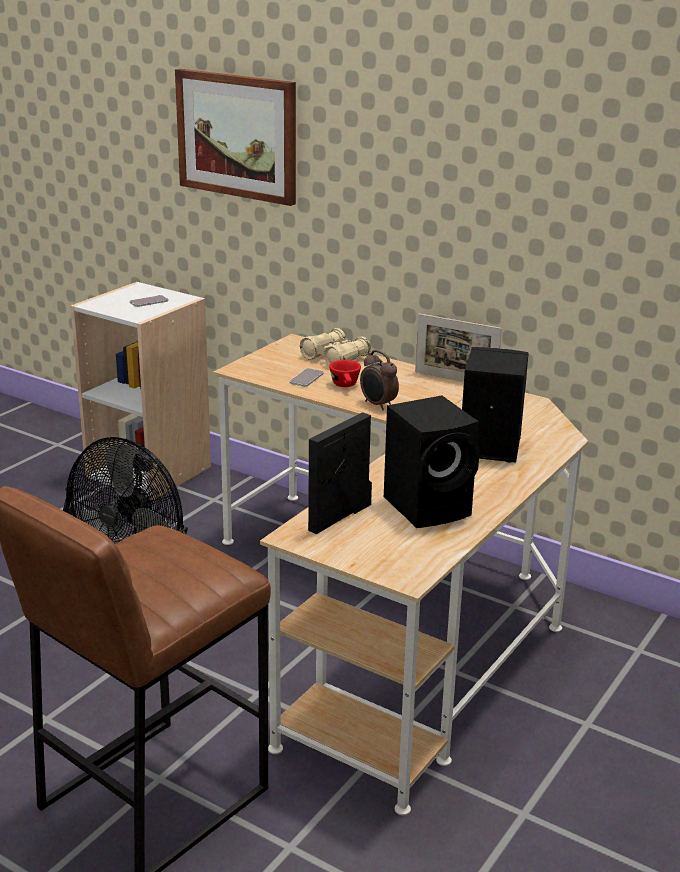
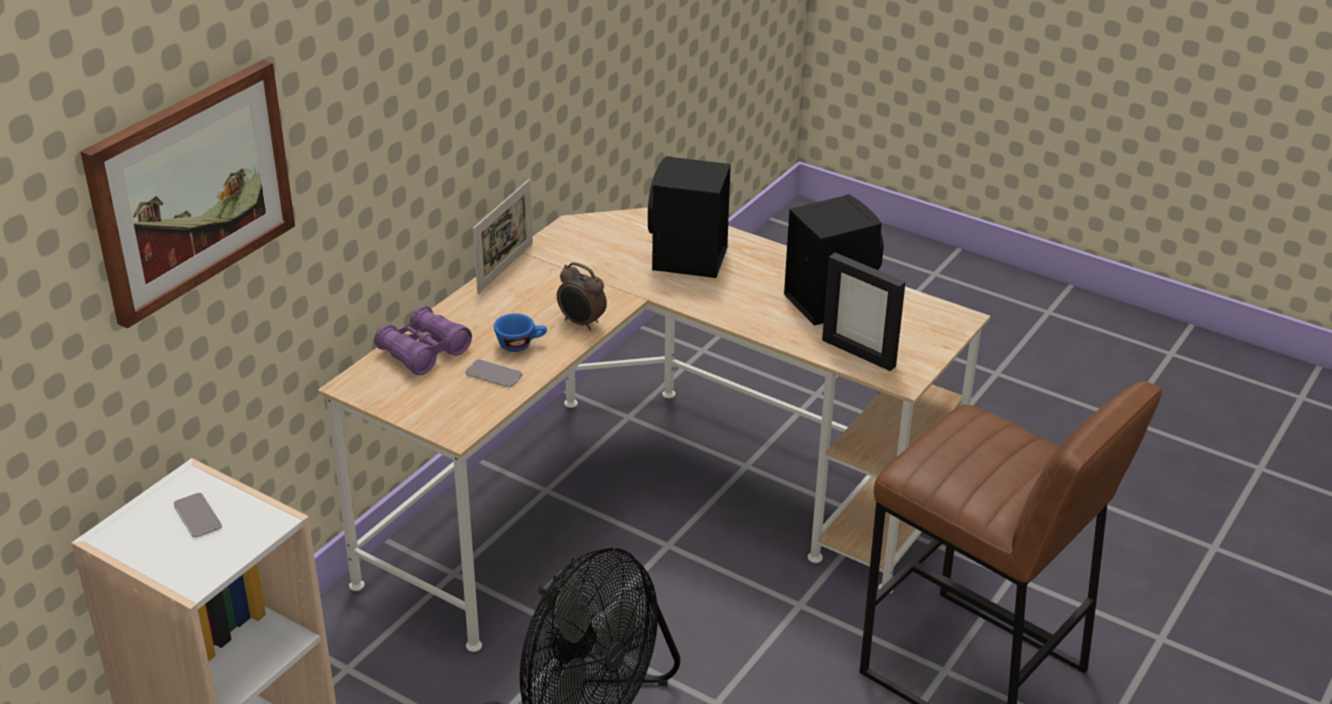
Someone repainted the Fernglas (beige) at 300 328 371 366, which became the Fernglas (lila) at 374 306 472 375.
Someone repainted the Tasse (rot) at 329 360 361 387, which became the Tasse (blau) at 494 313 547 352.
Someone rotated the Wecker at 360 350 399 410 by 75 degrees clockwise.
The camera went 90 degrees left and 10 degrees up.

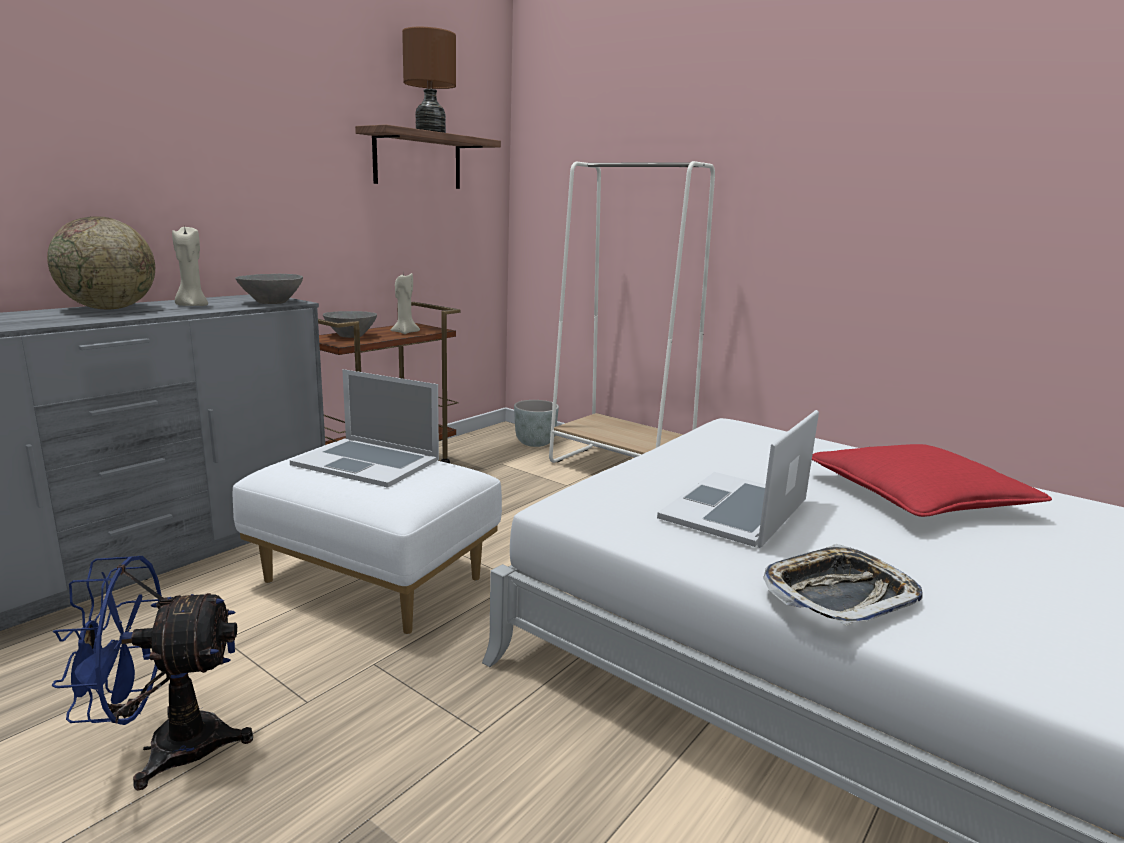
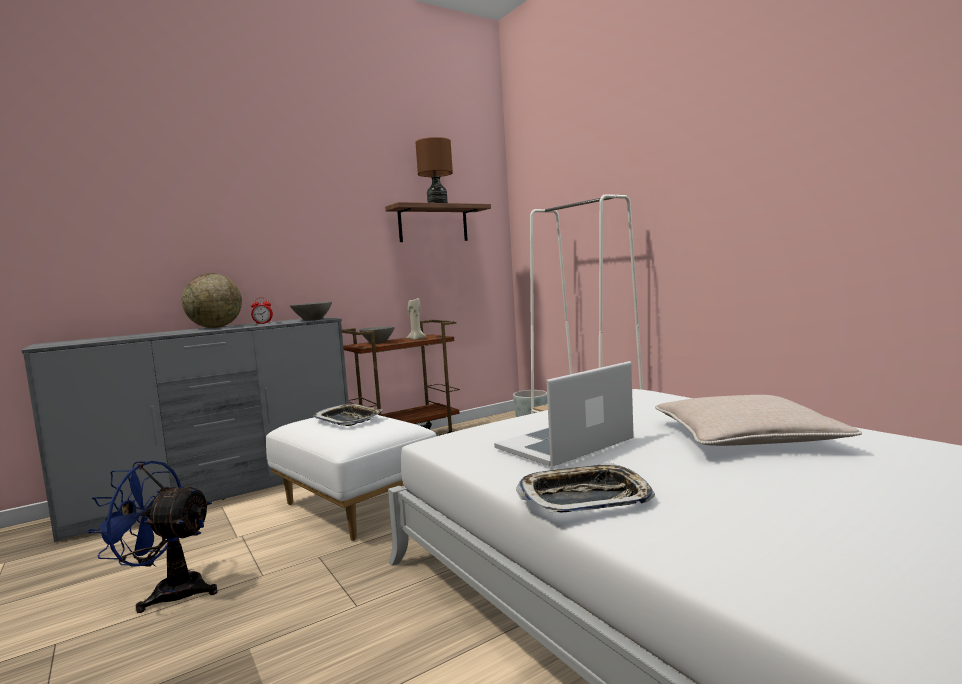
Someone swapped the Kerze (beige) at 172 225 208 306 for the Wecker at 251 297 273 324.
Someone swapped the Laptop at 290 369 439 488 for the Tablett at 313 404 383 426.
Someone repainted the Kissen (rot) at 812 444 1052 517, which became the Kissen (beige) at 655 395 862 446.
The camera went 20 degrees right and 10 degrees down.

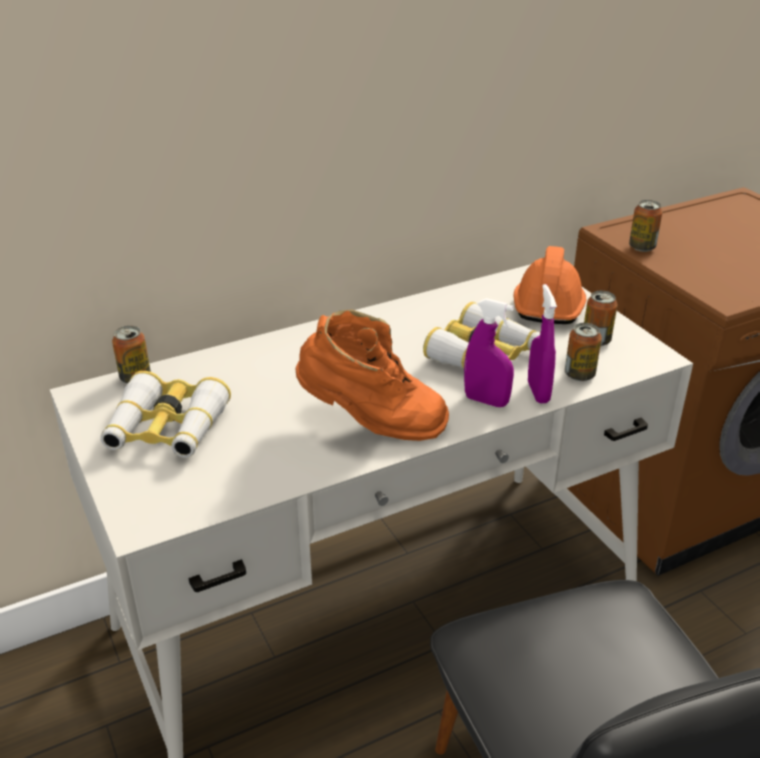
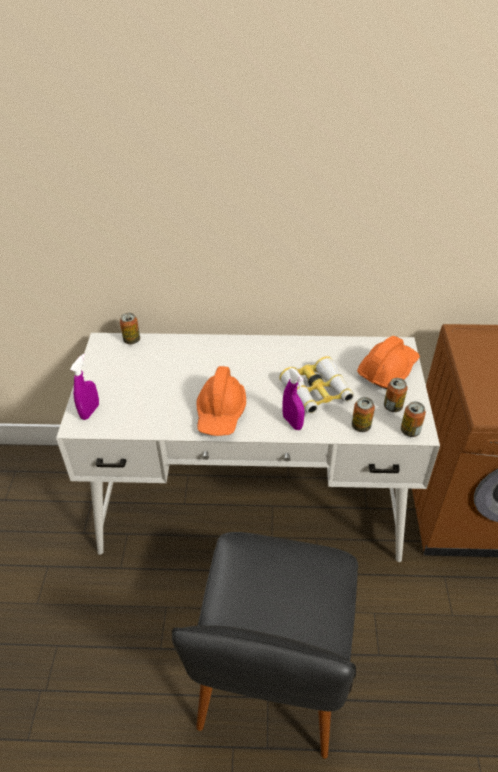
Someone took away the Fernglas at 101 371 231 458.
Someone carried the Sprühflasche (lila) from 528 284 557 403 to 70 354 99 420.
Someone carried the Dose from 629 200 663 252 to 401 401 426 437.
Someone swapped the Stiefel (orange) at 295 309 449 441 for the Schutzhelm (orange) at 196 366 246 436.
The camera went 30 degrees right and 10 degrees up.

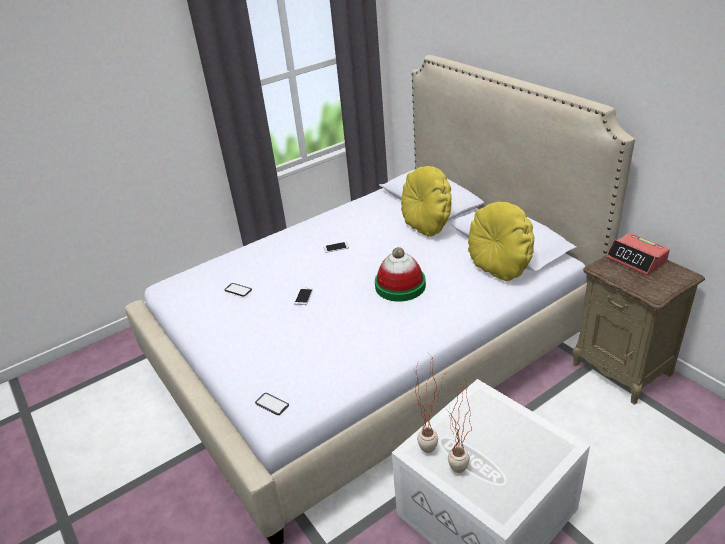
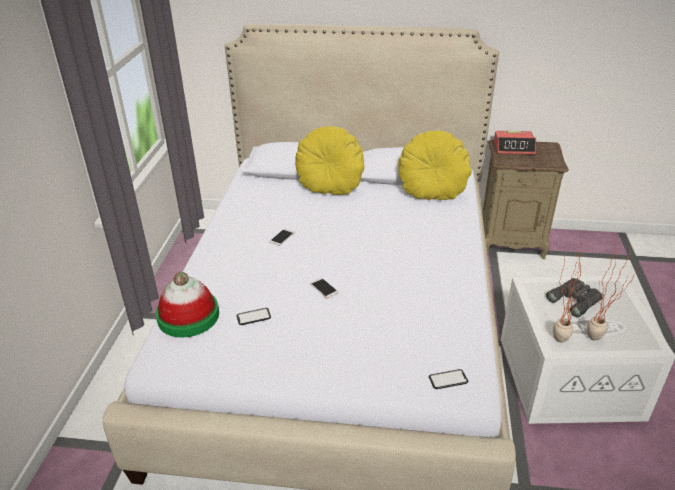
Someone put down the Fernglas (grau) at 546 278 603 317.
Someone carried the Hut from 375 247 426 302 to 156 272 219 337.
The camera went 50 degrees left and 0 degrees up.

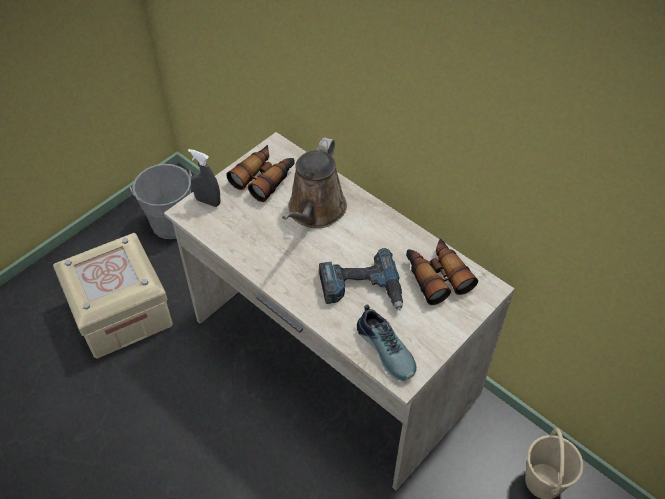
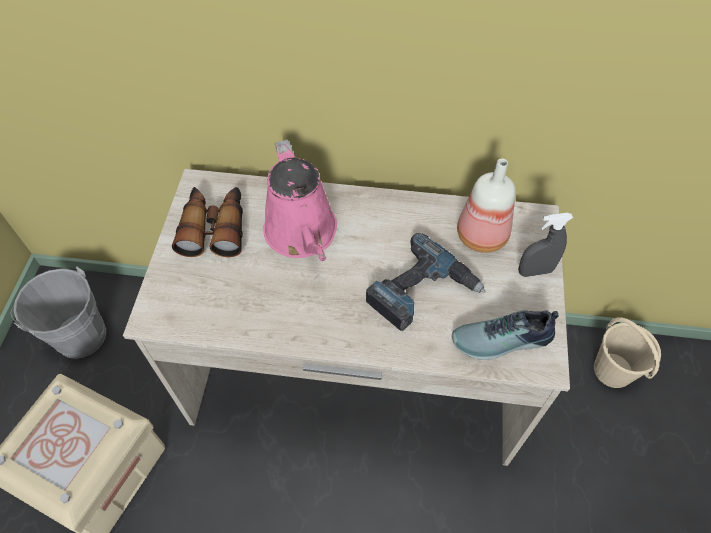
Someone carried the Sprühflasche (grau) from 188 149 221 207 to 518 213 573 277.
Someone swapped the Fernglas at 406 238 478 305 for the Flasche at 457 159 516 253.
Someone repainted the Gießkanne (braun) at 282 137 347 228, which became the Gießkanne (rosa) at 263 140 337 261.
Someone rotated the Schuh at 357 304 417 381 by 150 degrees clockwise.
The camera went 35 degrees left and 5 degrees up.

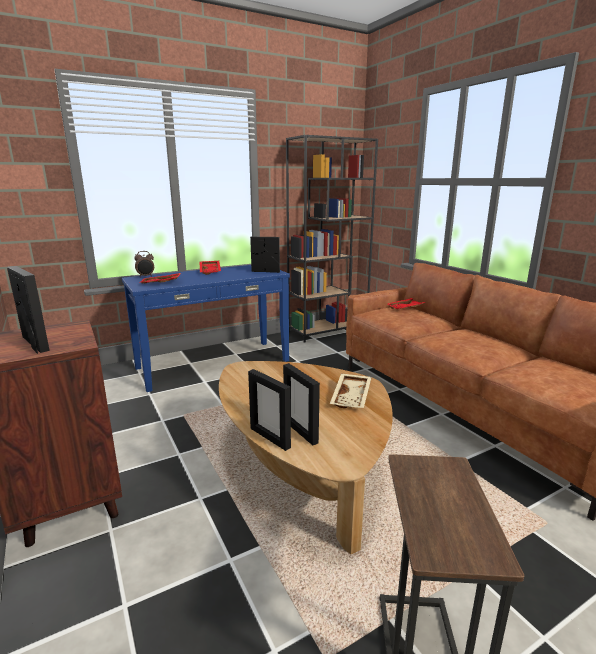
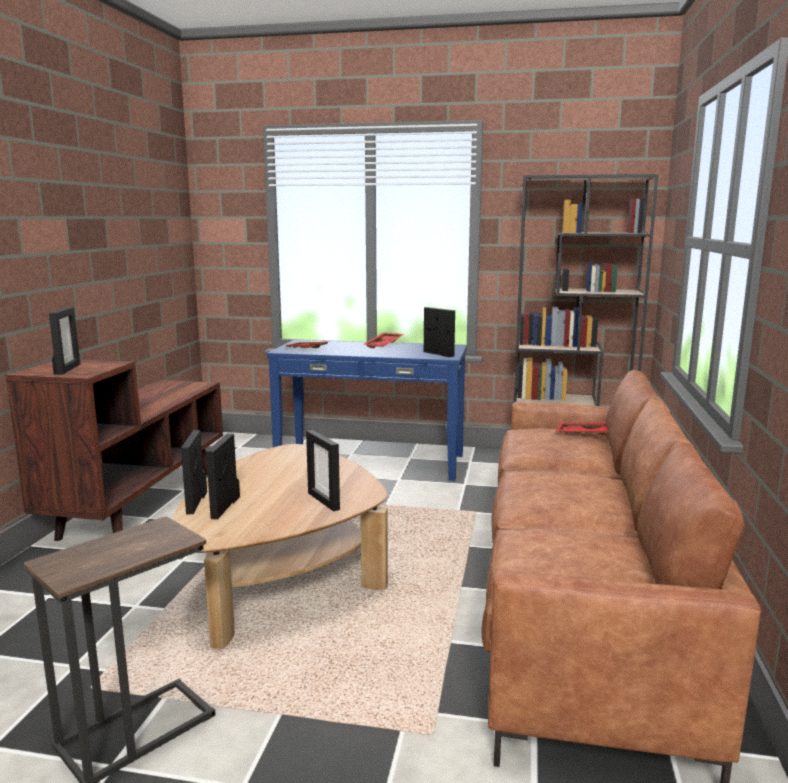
Someone took away the Wecker at 135 251 154 277.
Someone swapped the Tablett (beige) at 330 374 372 408 for the Bilderrahmen at 306 430 340 512.
The camera went 40 degrees right and 5 degrees down.

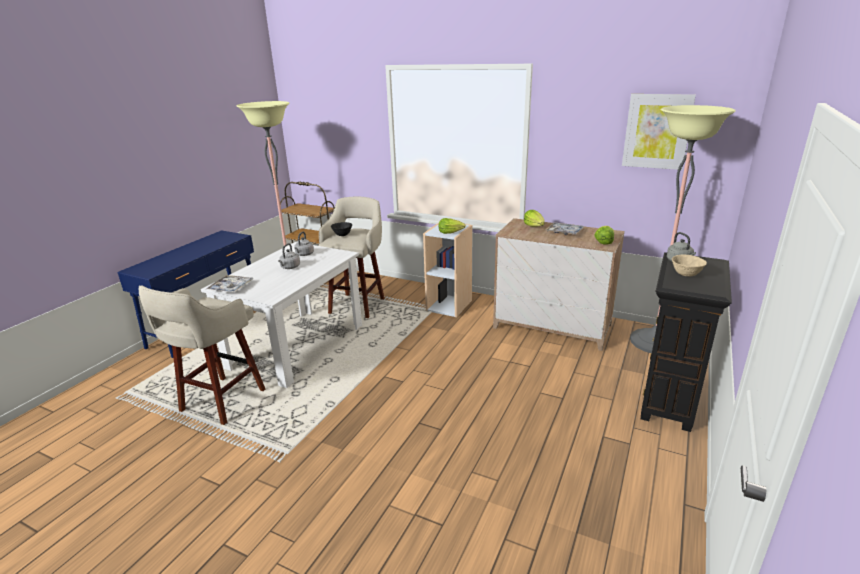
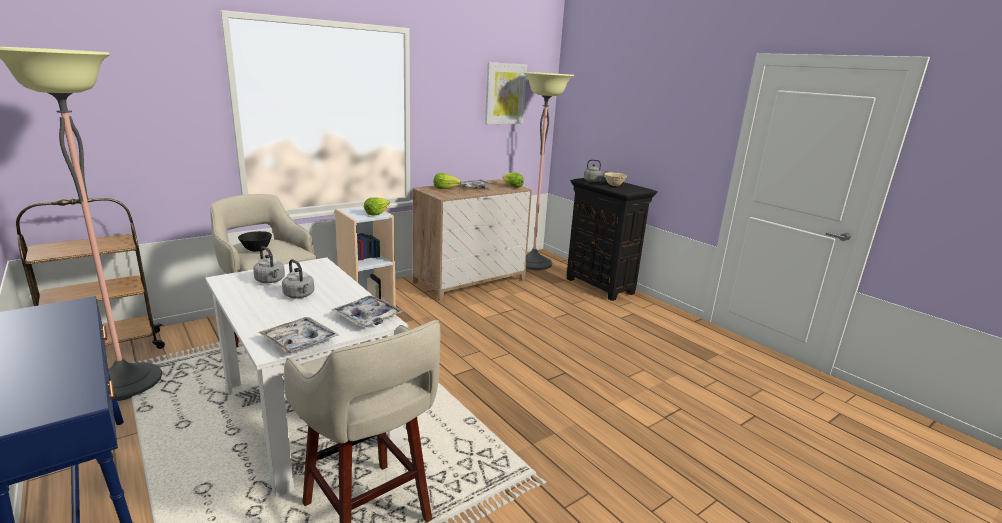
Someone put down the Tablett at 332 296 403 327.
The camera went 65 degrees left and 5 degrees down.

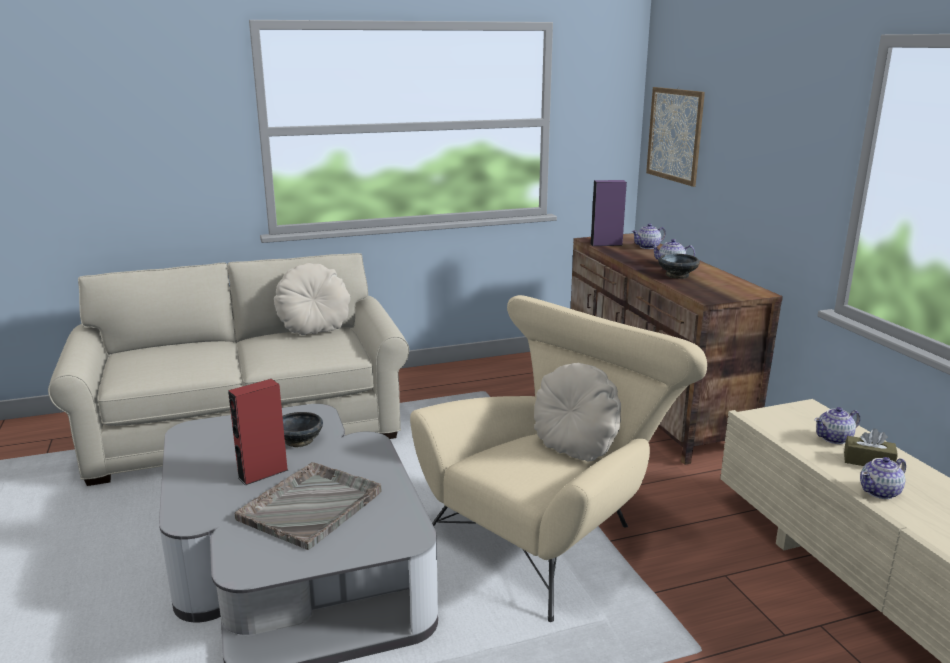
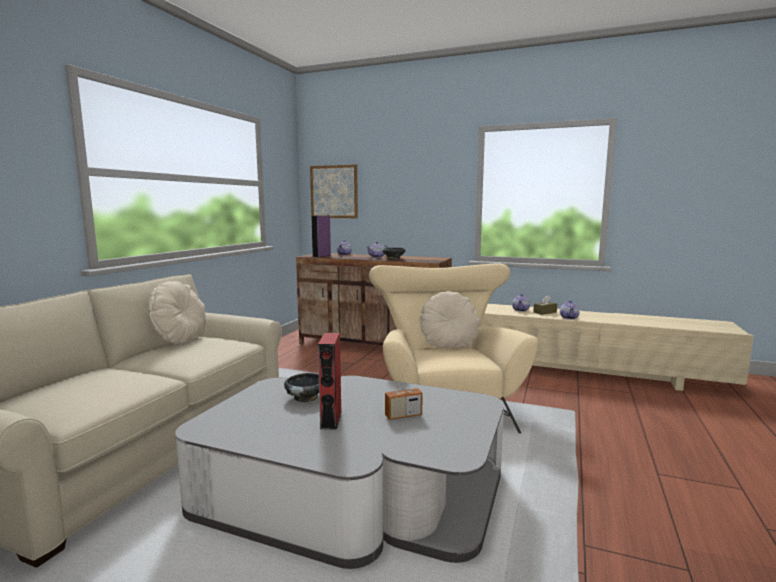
Someone swapped the Tablett (grau) at 235 462 382 550 for the Radio at 385 363 423 420.
The camera went 50 degrees left and 10 degrees down.

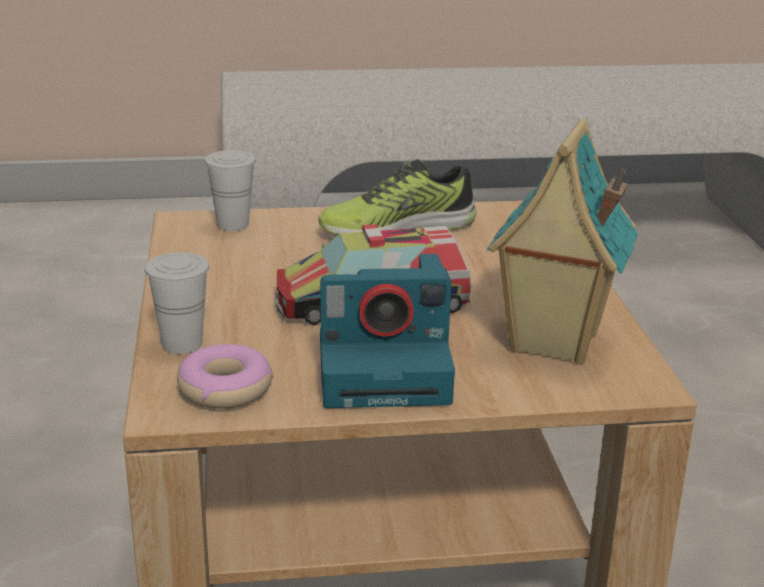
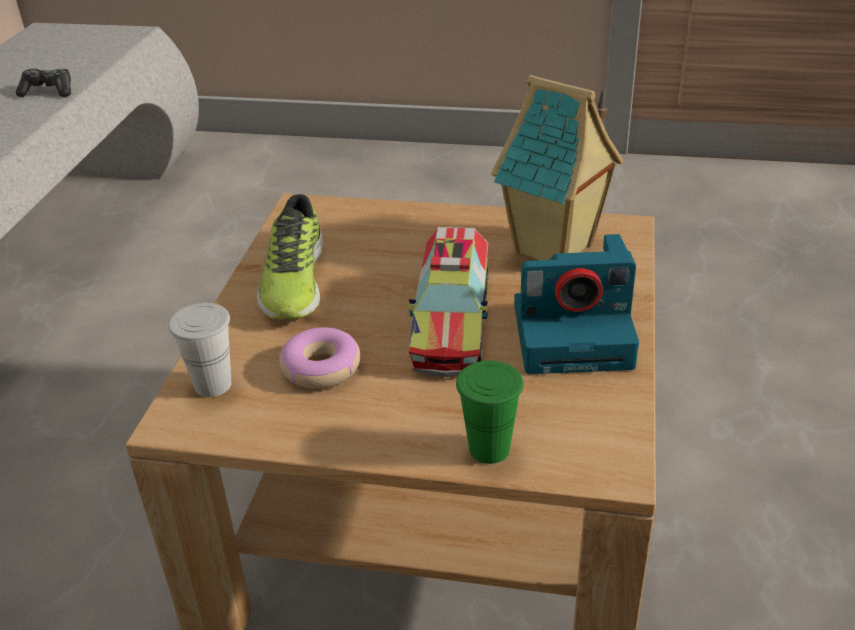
Someone put down the Gamepad at 16 69 71 97.
Someone carried the Donut from 177 344 273 409 to 279 327 360 389.
Someone repainted the Tasse (weiß) at 144 252 210 354, which became the Tasse (grün) at 456 361 523 464.
Someone rotated the Kamera at 320 254 455 408 by 75 degrees clockwise.
The camera went 70 degrees left and 10 degrees up.

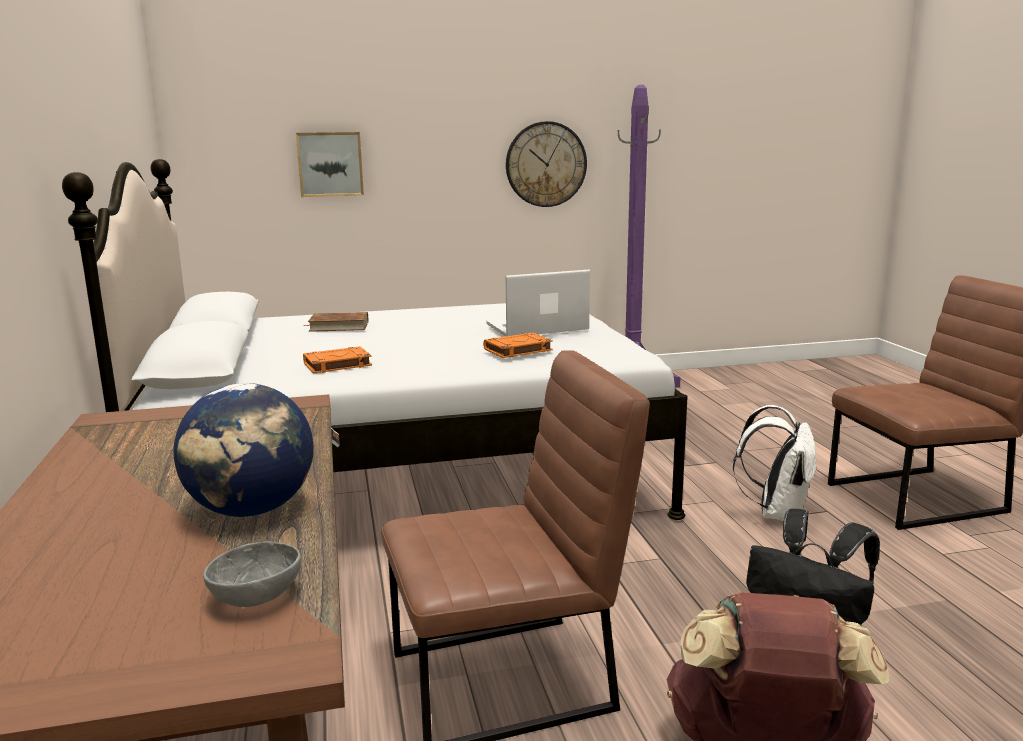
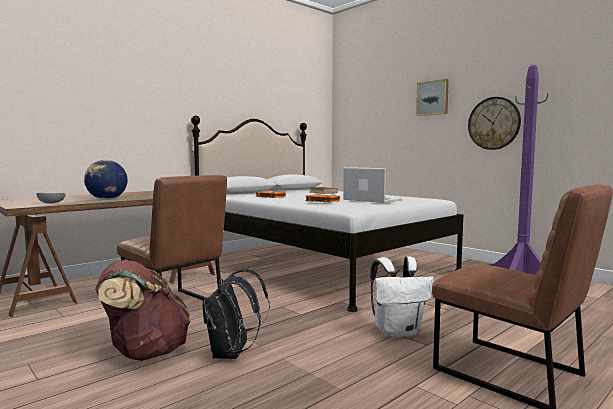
Someone carried the Bild from 296 132 364 197 to 416 79 449 116.
The camera went 60 degrees right and 10 degrees down.

